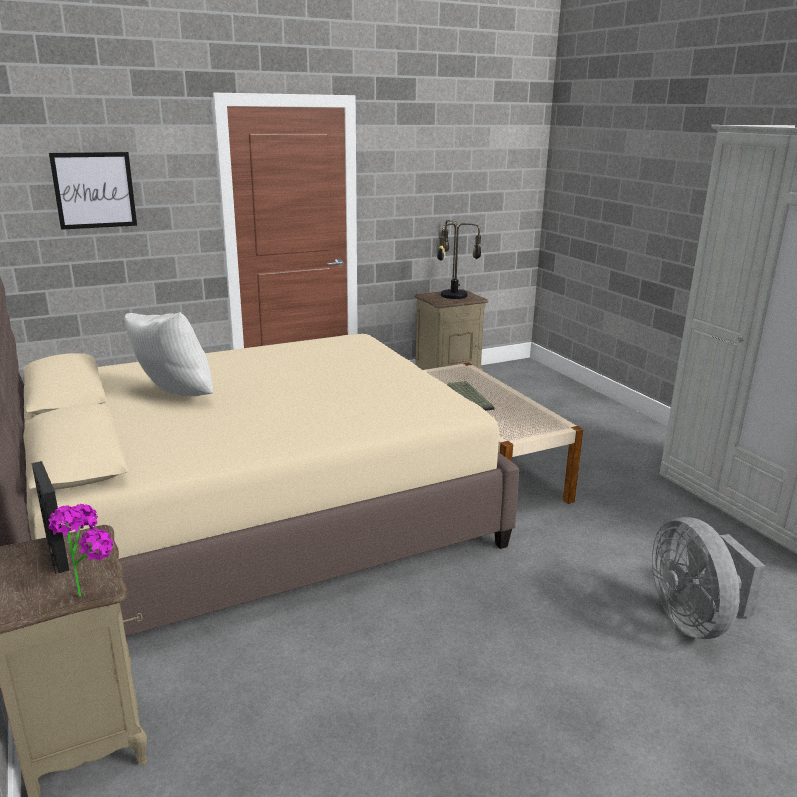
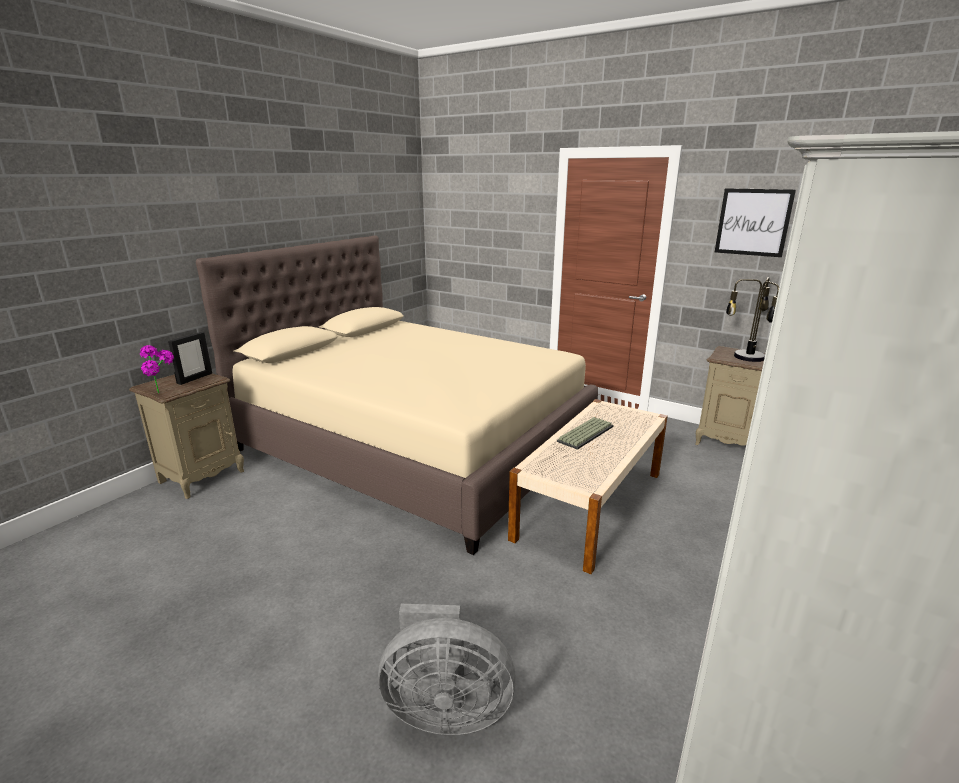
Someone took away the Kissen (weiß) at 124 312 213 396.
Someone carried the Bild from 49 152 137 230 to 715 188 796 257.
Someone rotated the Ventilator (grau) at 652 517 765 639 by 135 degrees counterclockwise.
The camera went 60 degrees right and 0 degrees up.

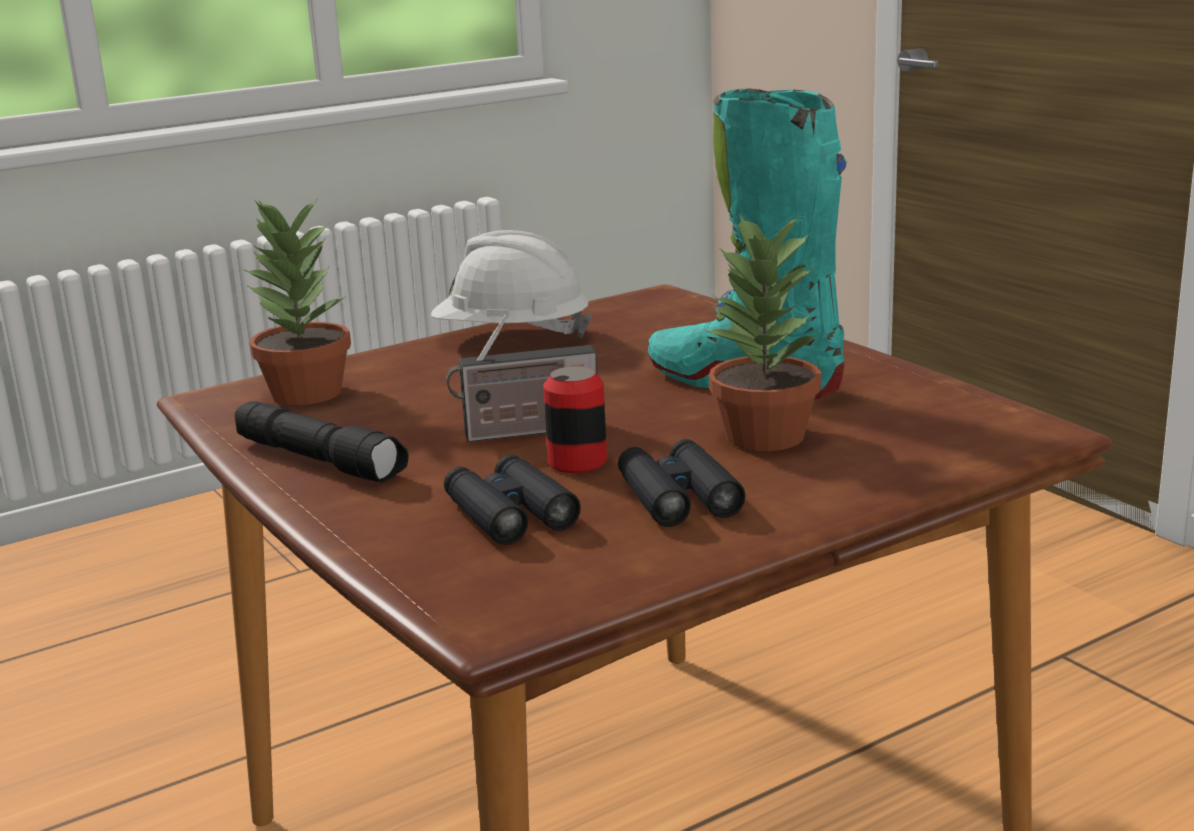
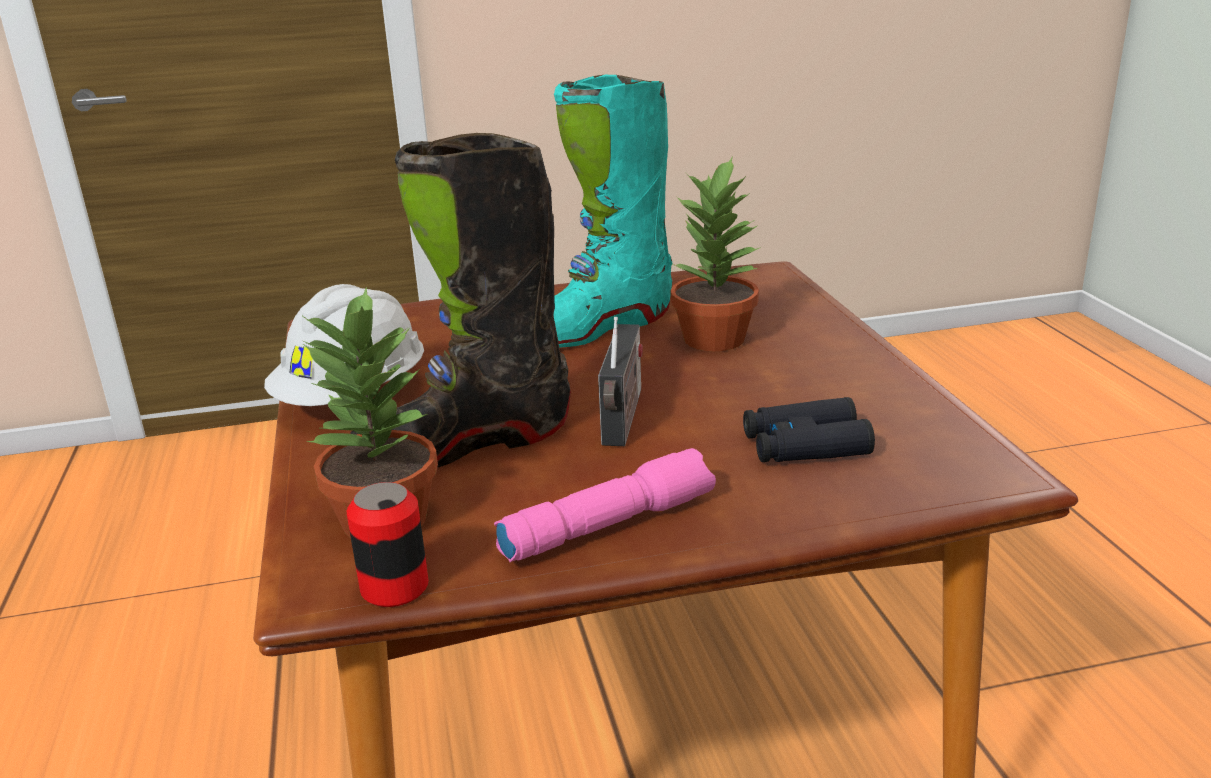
Someone took away the Fernglas (schwarz) at 618 439 745 527.
Someone put down the Stiefel (schwarz) at 349 133 571 468.
Someone carried the Dose from 543 366 607 473 to 347 482 429 607.
Someone repainted the Taschenlampe (schwarz) at 235 401 408 483, which became the Taschenlampe (rosa) at 494 448 716 562.
The camera went 70 degrees left and 5 degrees up.

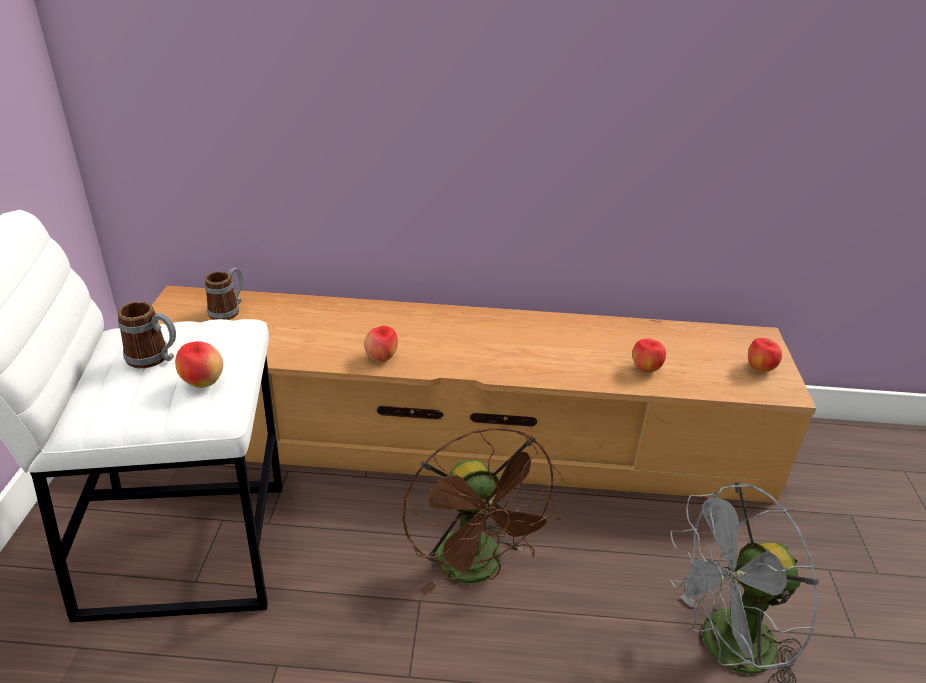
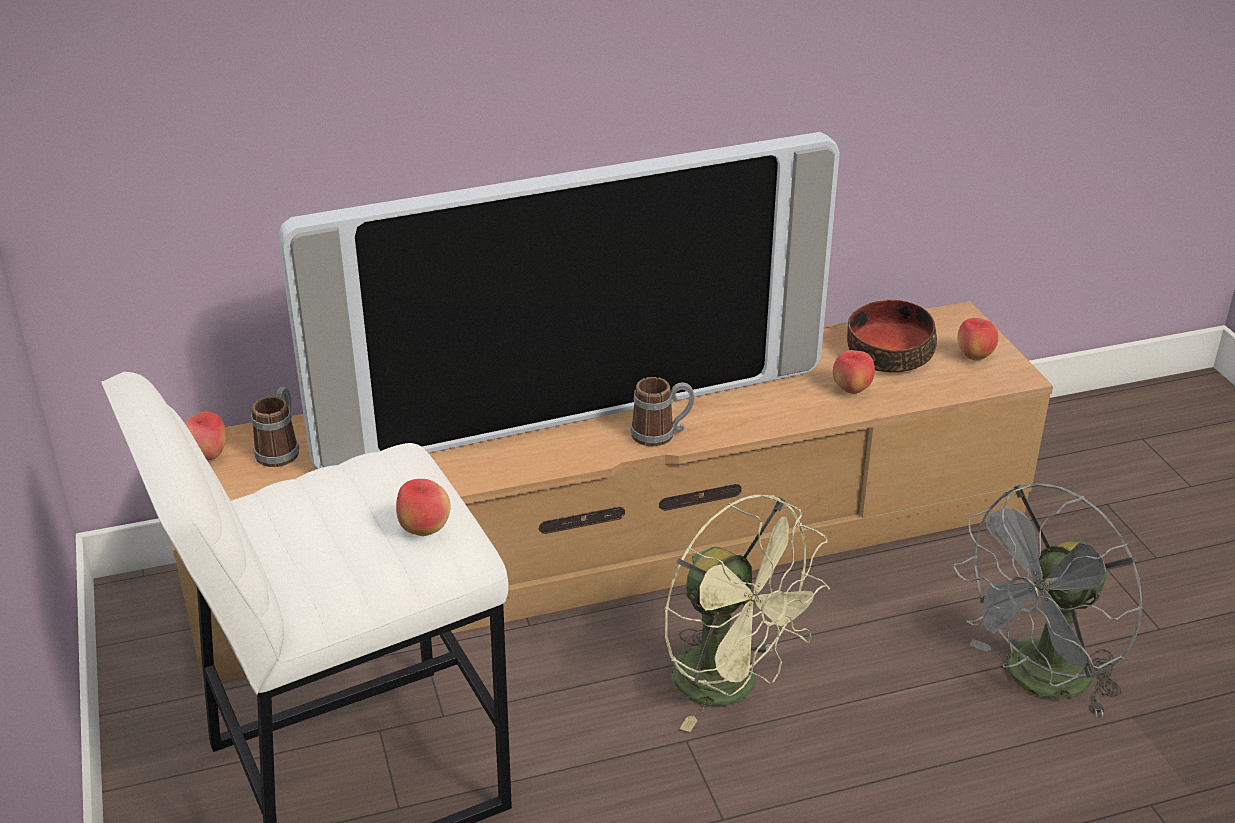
Someone put down the Fernseher at 278 132 840 469.
Someone put down the Schüssel at 847 300 937 373.
Someone carried the Henkelbecher from 118 301 176 368 to 630 377 694 446.
Someone carried the Apfel from 364 325 398 362 to 185 412 226 460.
Someone repainted the Ventilator (braun) at 402 428 563 595, which became the Ventilator (grün) at 664 495 830 732.
The camera went 20 degrees left and 0 degrees up.

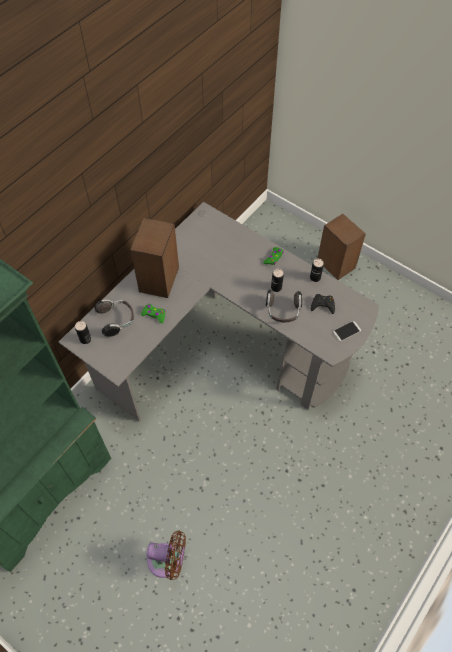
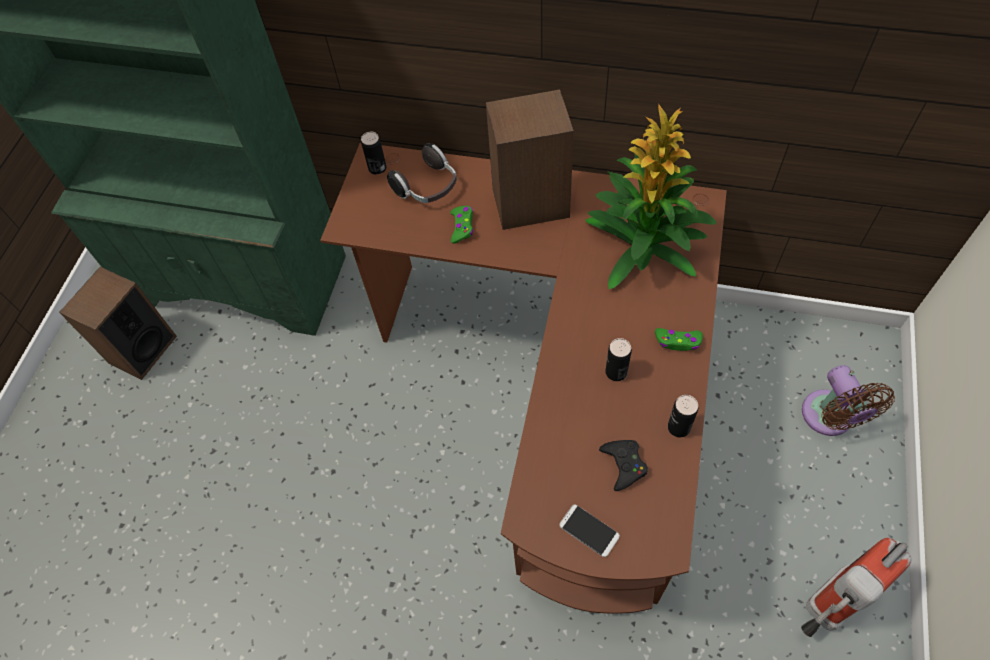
Someone took away the Kopfhörer at 266 290 302 323.
Someone put down the Topfpflanze at 586 105 717 289.
Someone put down the Feuerlöscher at 801 538 912 637.
Someone carried the Ventilator (braun) from 146 531 186 580 to 802 365 895 436.
Someone carried the Lautsprecher from 317 214 366 280 to 59 267 177 380.
Someone repainted the Schreibtisch (grau) at 59 202 379 422, which became the Schreibtisch (braun) at 320 142 727 614.
The camera went 70 degrees right and 0 degrees up.

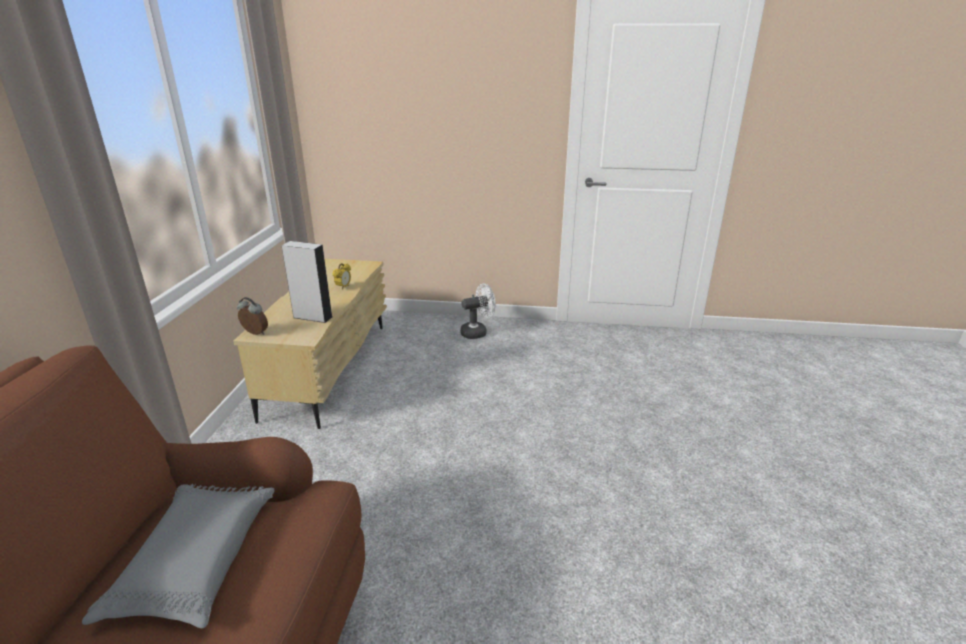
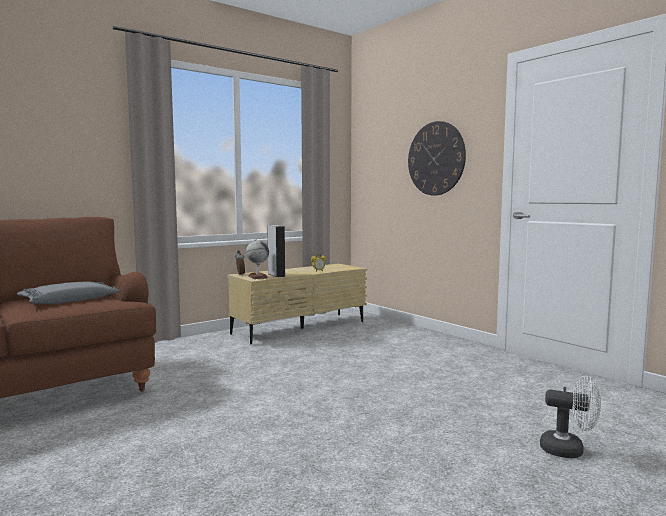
Someone put down the Globus at 246 239 269 279.
Someone put up the Wanduhr at 408 121 466 196.
Someone carried the Ventilator (weiß) from 460 284 496 339 to 540 376 601 458.
The camera went 45 degrees right and 20 degrees down.

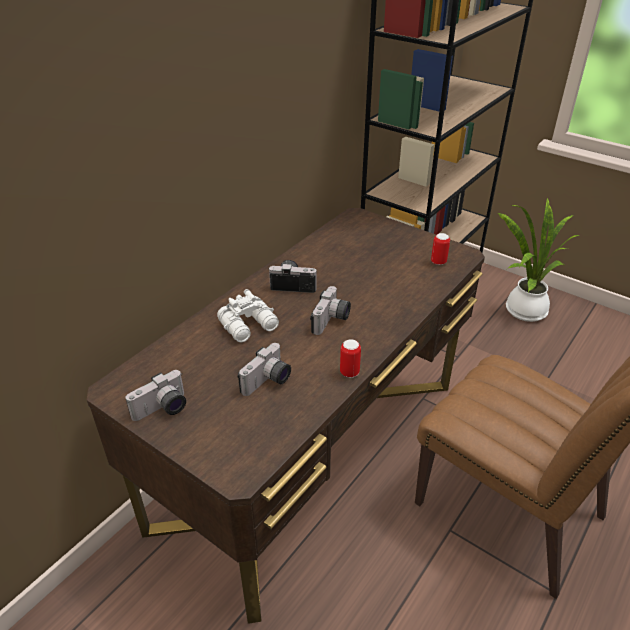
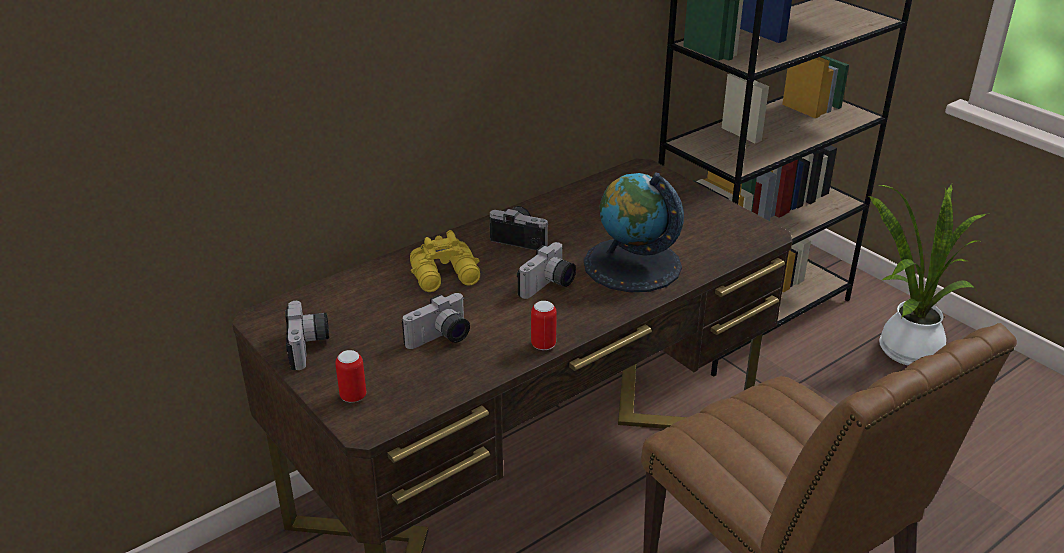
Someone put down the Globus at 584 173 684 292.
Someone carried the Dose from 431 233 450 265 to 335 350 366 403.
Someone repainted the Fernglas (weiß) at 217 289 279 342, which became the Fernglas (gelb) at 410 230 480 292.
Someone rotated the Kamera at 126 370 186 421 by 75 degrees counterclockwise.
The camera went 15 degrees right and 5 degrees down.

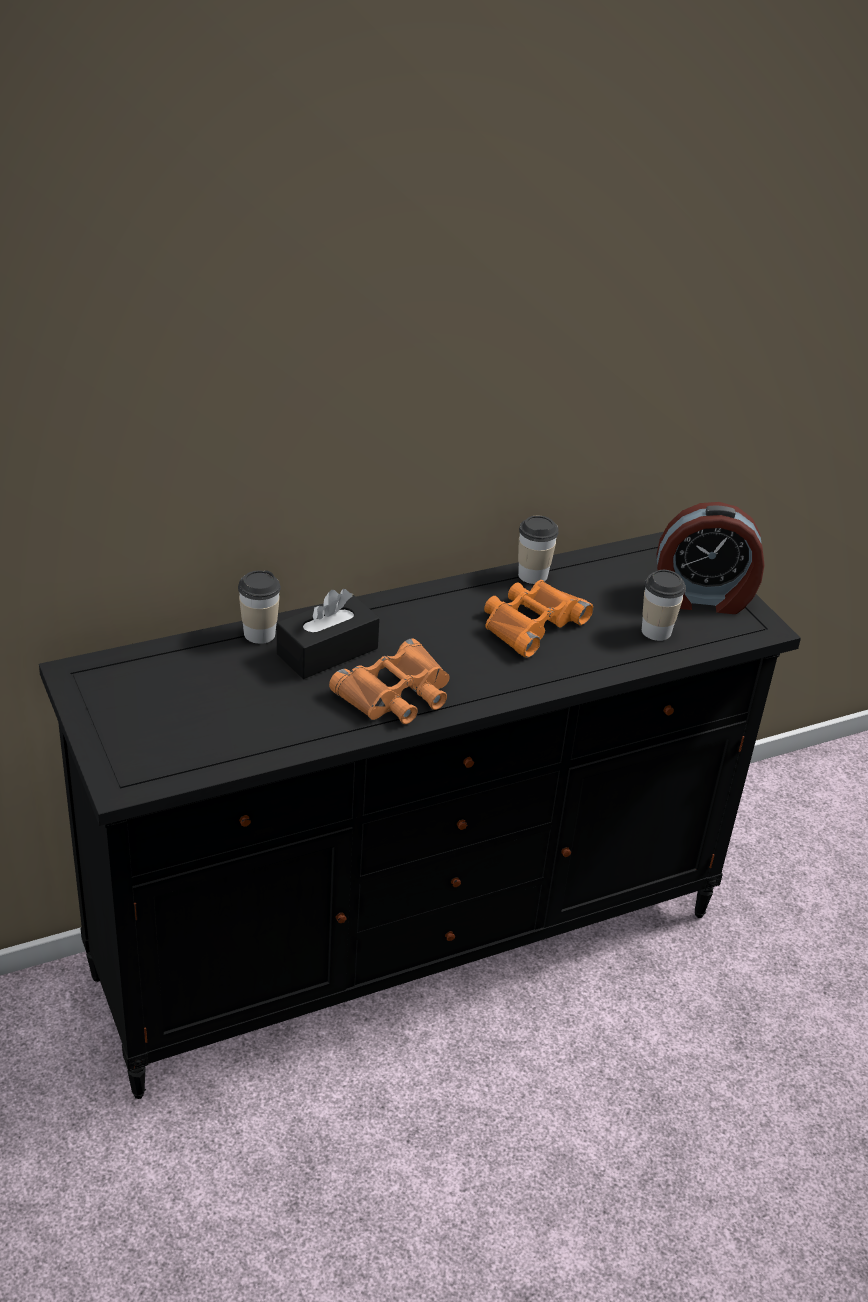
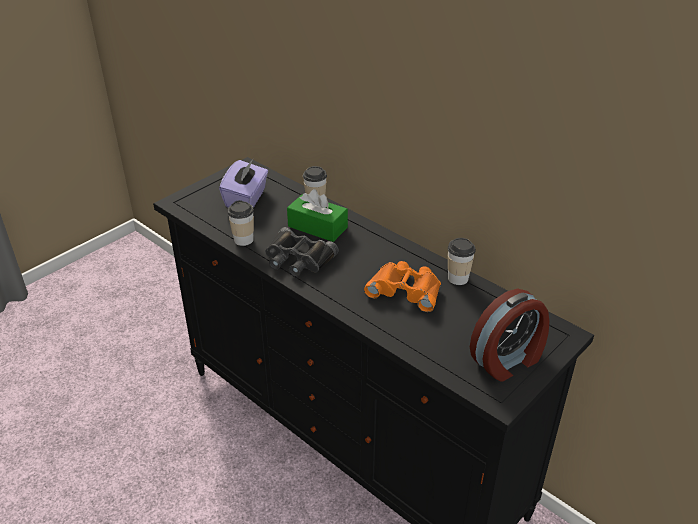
Someone put down the Taschentuchbox (lila) at 219 159 268 208.
Someone carried the Tasse from 642 570 686 641 to 228 200 254 246.
Someone repainted the Taschentuchbox (schwarz) at 277 589 380 679, which became the Taschentuchbox (grün) at 287 189 348 242.
Someone repainted the Fernglas (orange) at 329 638 450 724, which became the Fernglas (schwarz) at 265 227 339 277.
Someone rotated the Wecker at 656 502 765 614 by 105 degrees counterclockwise.
The camera went 70 degrees right and 0 degrees up.

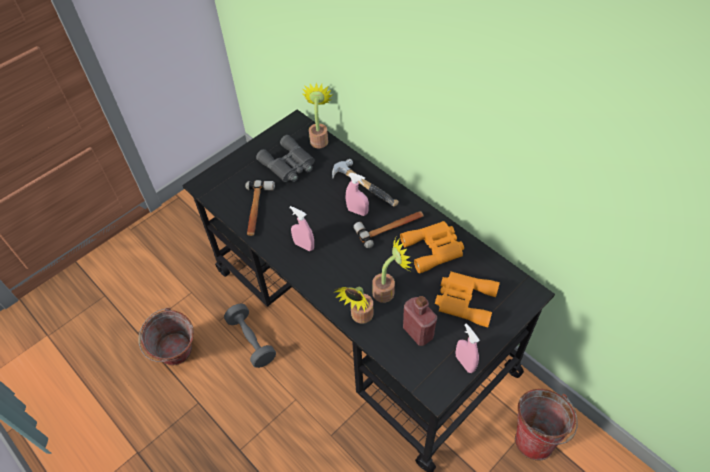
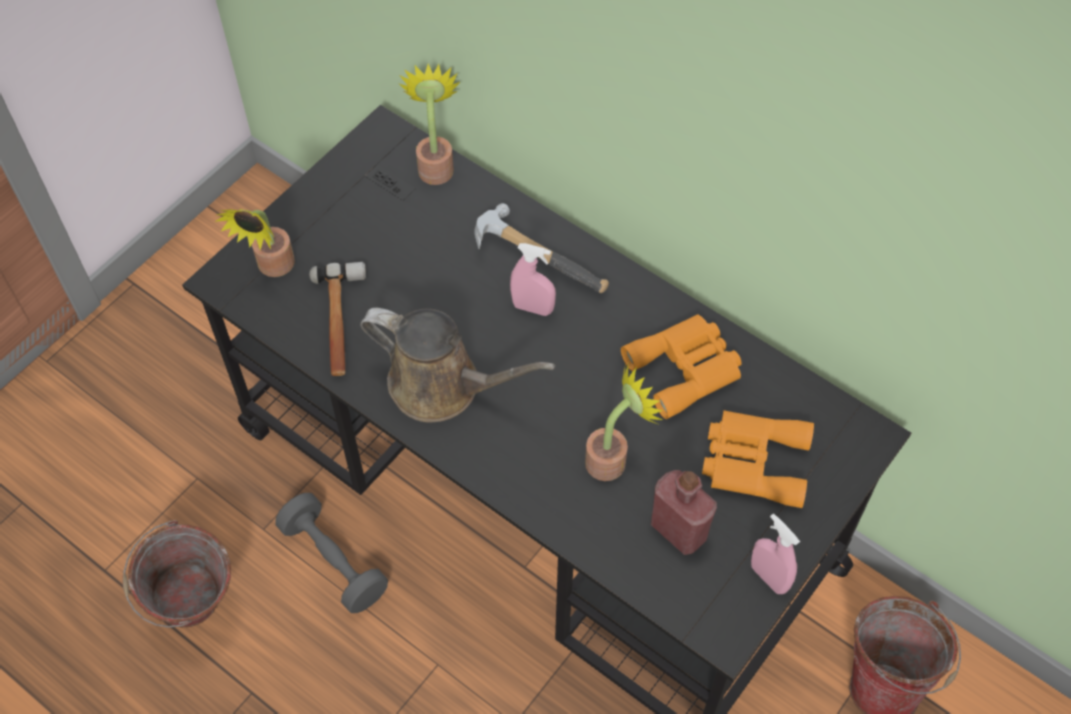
Someone took away the Fernglas (grau) at 256 135 315 182.
Someone took away the Hammer at 353 211 424 248.
Someone carried the Topfpflanze from 333 287 373 324 to 215 209 295 277.
Someone swapped the Sprühflasche (rosa) at 290 206 314 251 for the Gießkanne (braun) at 360 308 555 422.
The camera went 10 degrees left and 5 degrees up.

